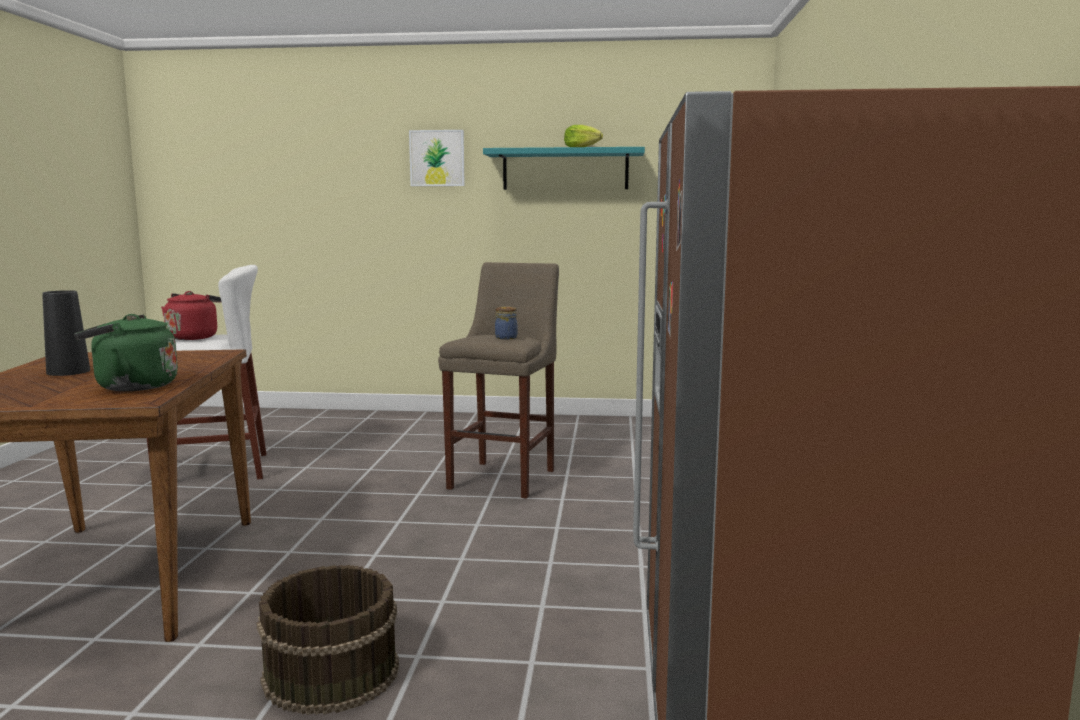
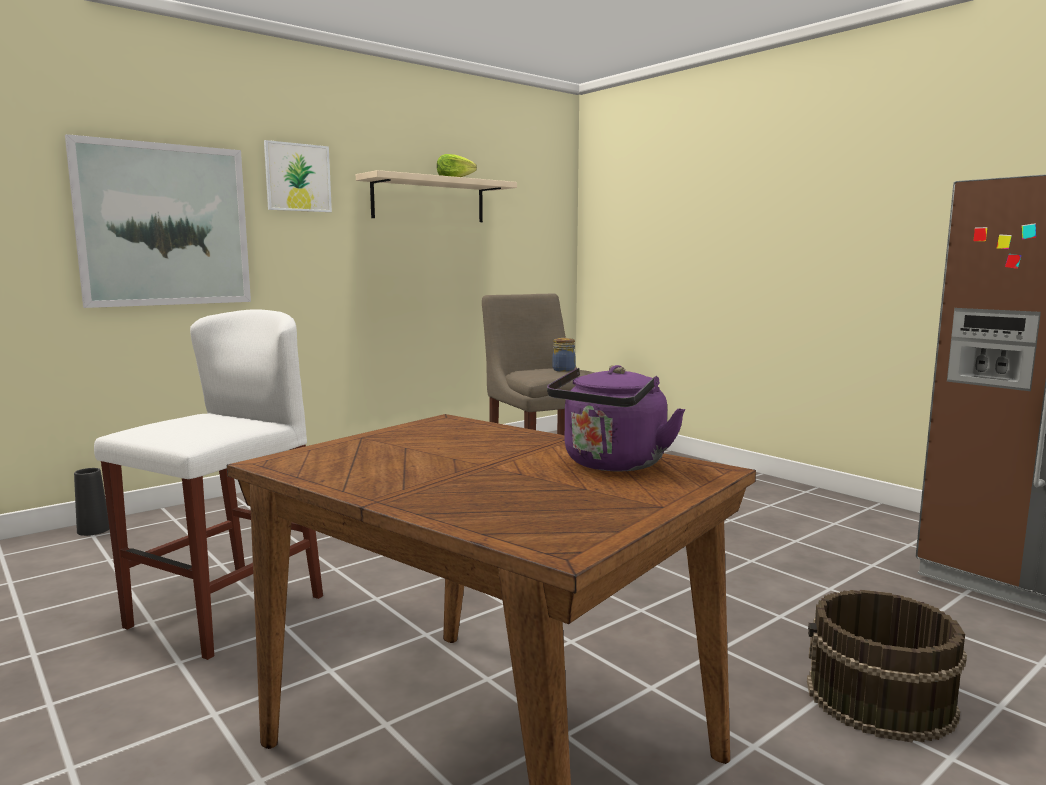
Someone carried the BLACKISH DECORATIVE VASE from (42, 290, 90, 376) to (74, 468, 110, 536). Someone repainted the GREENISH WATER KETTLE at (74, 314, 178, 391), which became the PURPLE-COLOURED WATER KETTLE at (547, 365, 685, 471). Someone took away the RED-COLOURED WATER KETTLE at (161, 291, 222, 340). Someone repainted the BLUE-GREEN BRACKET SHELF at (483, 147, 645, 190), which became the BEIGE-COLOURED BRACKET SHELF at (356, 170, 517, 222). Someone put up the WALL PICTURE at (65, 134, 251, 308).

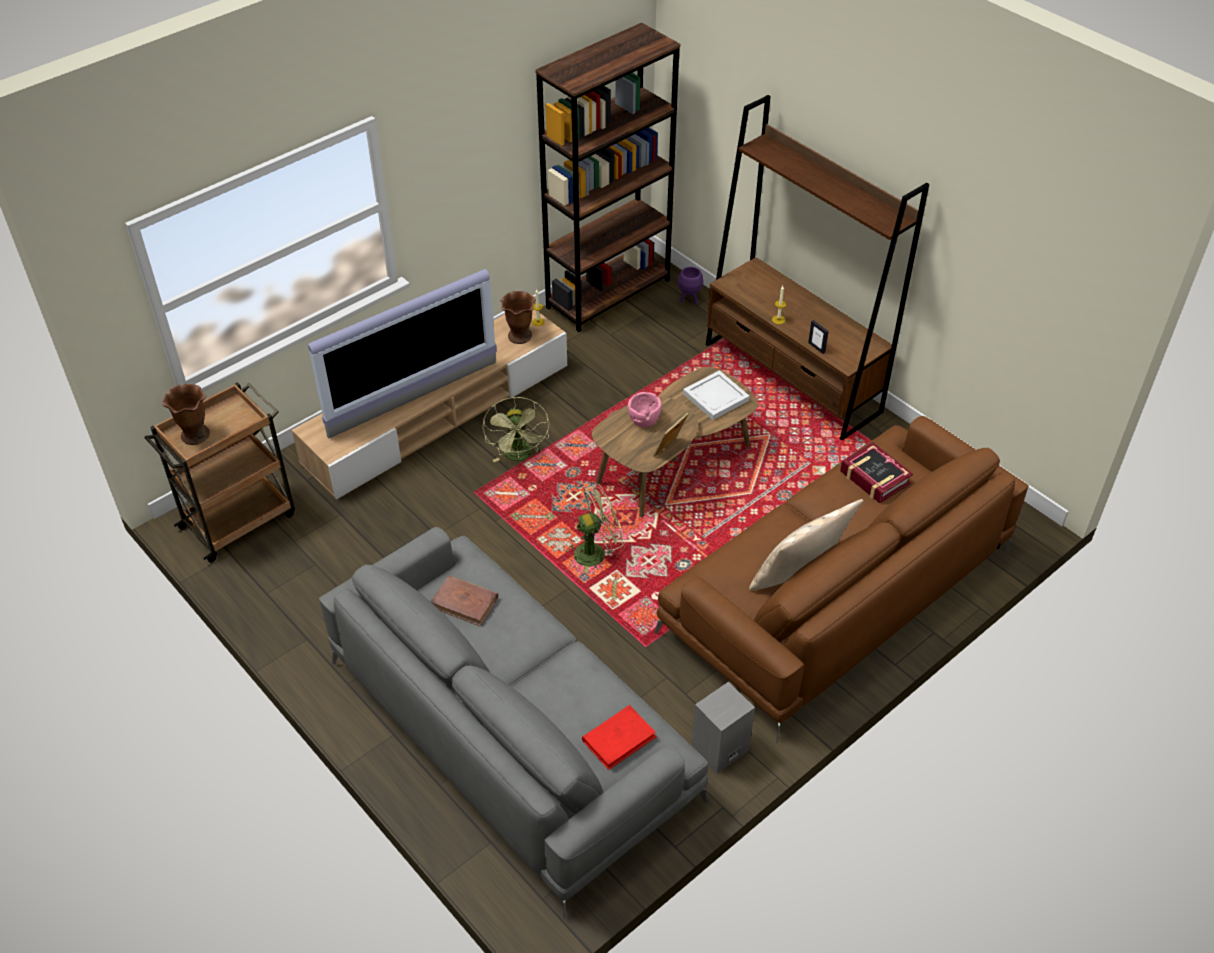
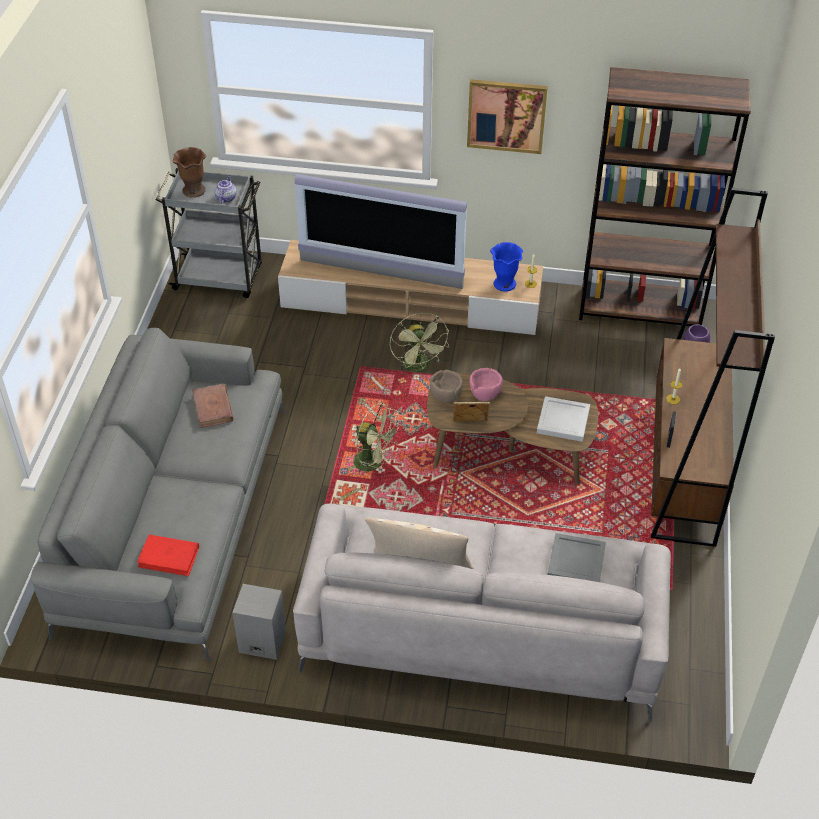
Someone repainted the BROWN CART at (144, 382, 295, 563), which became the GREY CART at (155, 168, 262, 298). Someone rotated the GREENISH ELECTRIC FAN at (483, 397, 549, 462) by 60 degrees counterclockwise. Someone repainted the BROWN DECORATIVE VASE at (500, 291, 536, 344), which became the BLUE DECORATIVE VASE at (490, 242, 523, 292). Someone repainted the BROWN SETTEE at (654, 416, 1029, 743), which became the GREY SETTEE at (293, 504, 671, 722). Someone swapped the BOUND BOOK at (840, 443, 913, 503) for the GREY TRAY at (548, 533, 606, 582). Someone put down the POT FOR TEA at (214, 175, 236, 203). Someone put down the BROWN SERVING BOWL at (429, 370, 463, 403). Someone put up the WALL PICTURE at (467, 79, 548, 154).

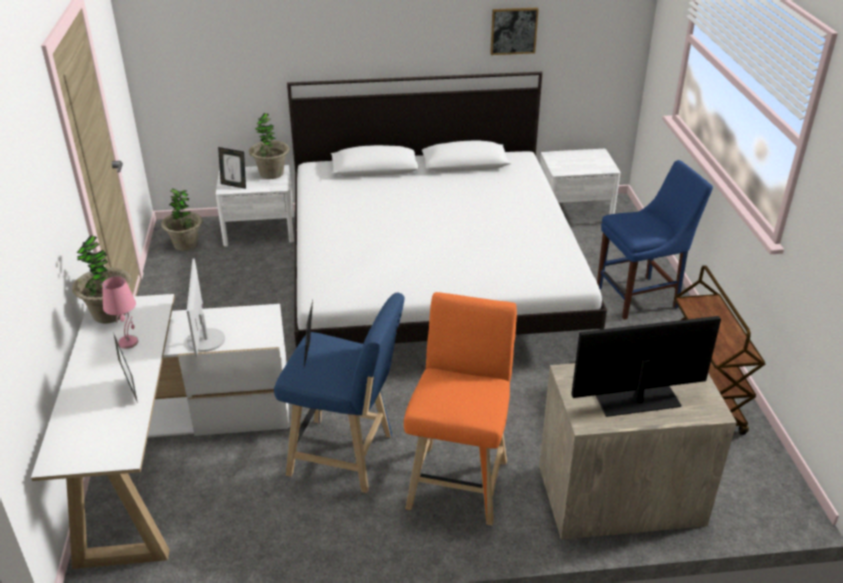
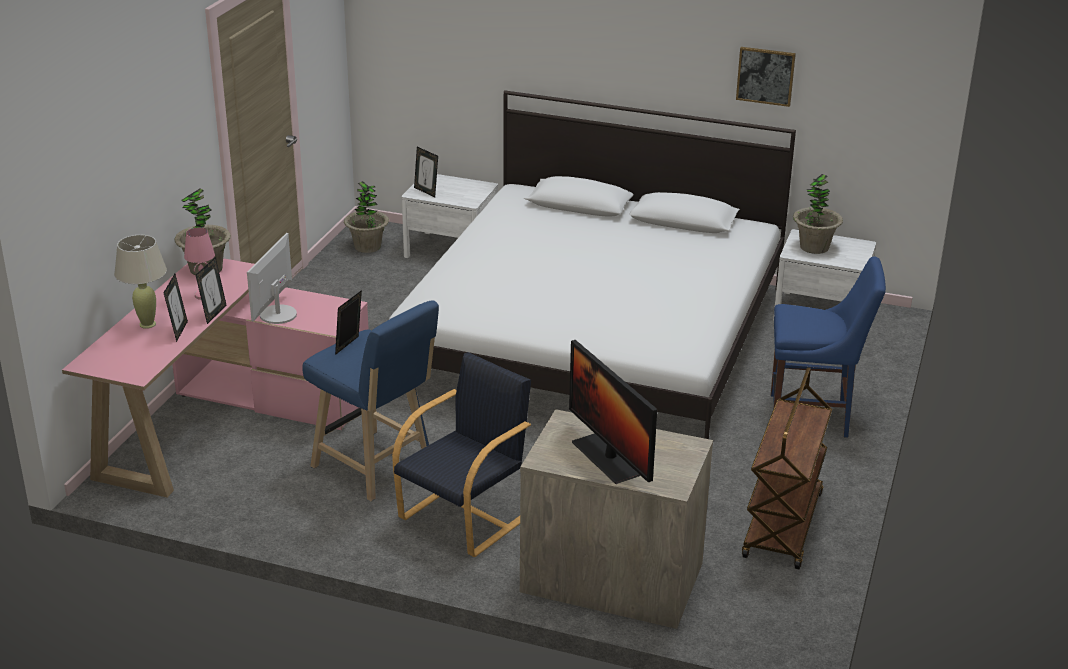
Someone repainted the WHITE-COLOURED DESK UNIT at (31, 294, 289, 569), which became the PINKISH DESK UNIT at (62, 258, 369, 498). Someone carried the PLANT IN A POT from (249, 113, 290, 179) to (793, 174, 843, 254). Someone swapped the ORANGE STOOL SEAT at (404, 292, 517, 525) for the BLACKISH EASY CHAIR at (392, 352, 531, 557). Someone rotated the COMPUTER DISPLAY at (571, 316, 721, 417) by 135 degrees counterclockwise. Someone put down the BEIGE-COLOURED TABLETOP LAMP at (114, 235, 167, 329). Someone put down the PICTURE FRAME at (196, 257, 227, 324).

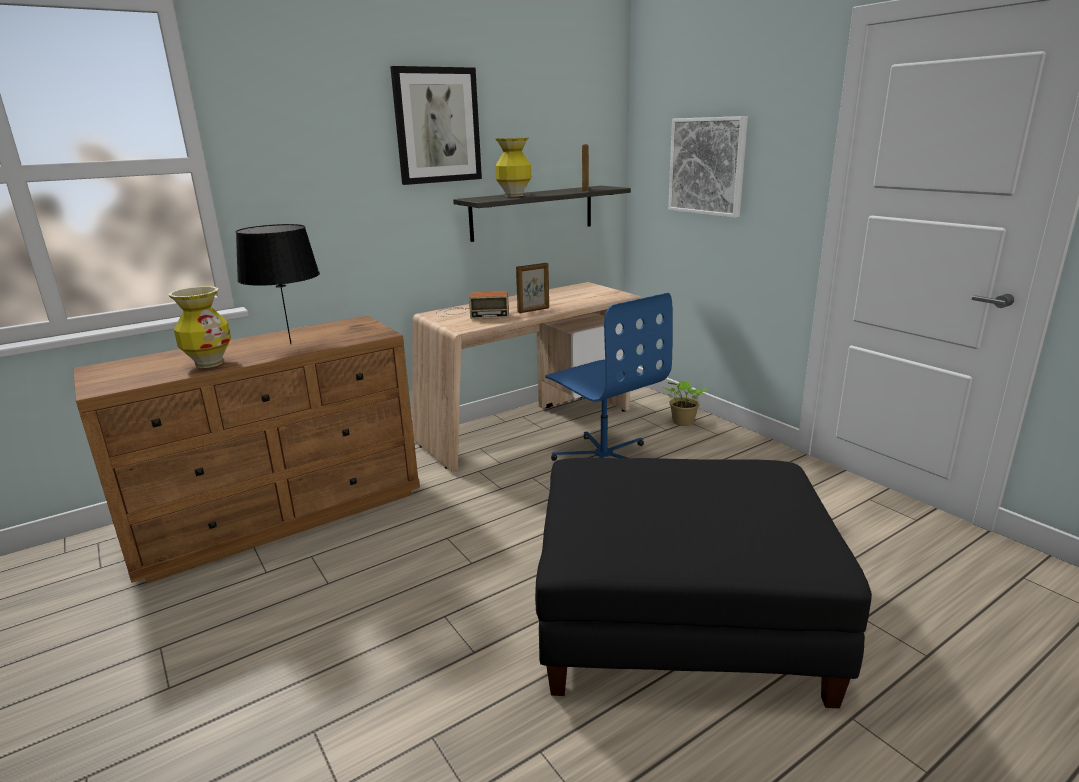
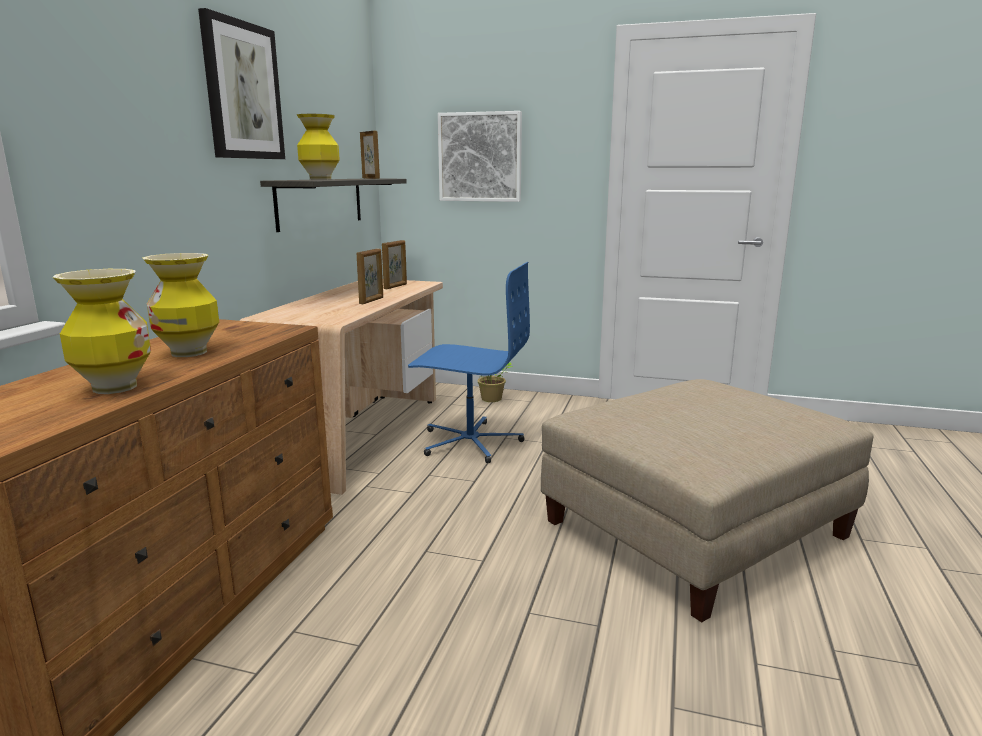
Someone swapped the BLACKISH TABLETOP LAMP at (236, 224, 320, 344) for the DECORATIVE VASE at (142, 253, 219, 357). Someone took away the RADIO at (436, 291, 509, 319). Someone repainted the BLACKISH FOOTREST at (535, 458, 872, 708), which became the BEIGE-COLOURED FOOTREST at (541, 379, 873, 622). Someone put down the PICTURE FRAME at (382, 240, 407, 289).

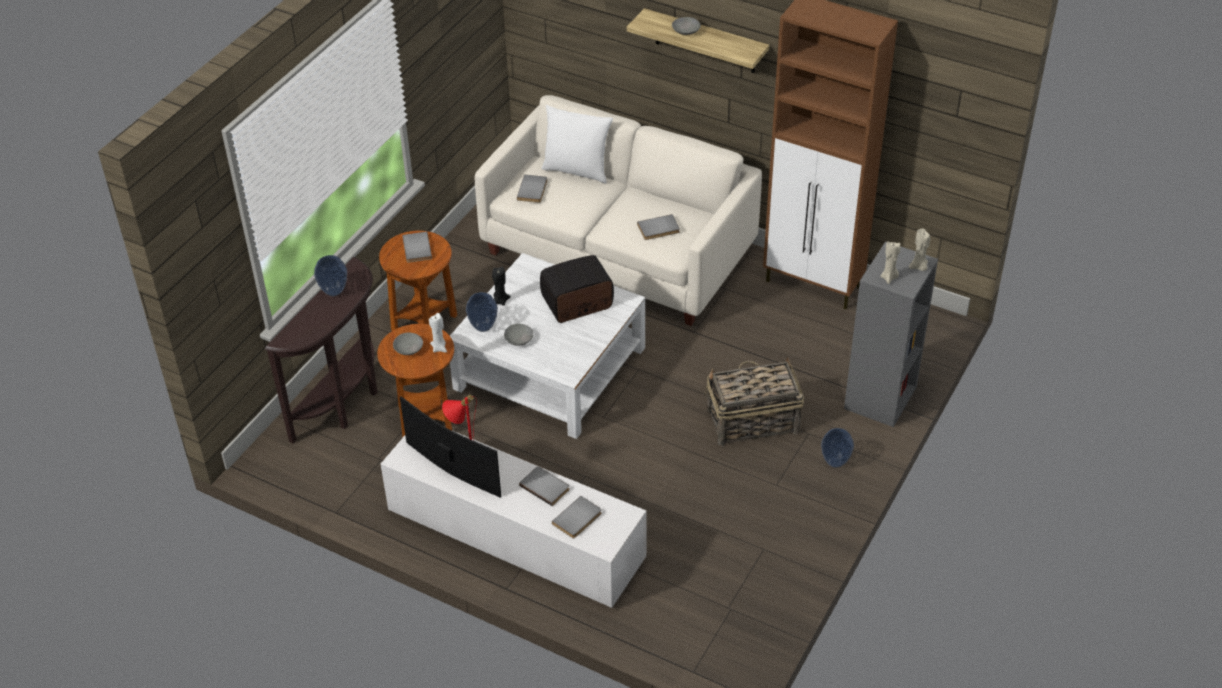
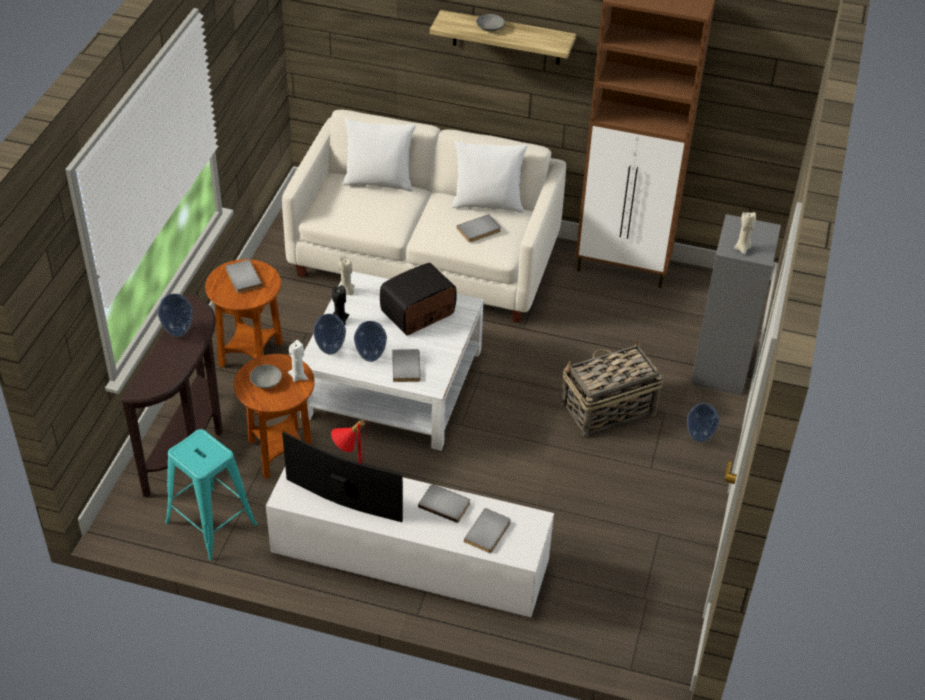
Someone swapped the GREY SERVING BOWL at (504, 324, 533, 346) for the DECORATIVE VASE at (354, 321, 387, 362). Someone carried the GREY BOUND BOOK from (517, 175, 547, 203) to (392, 349, 421, 382). Someone carried the BEIGE-COLOURED WAX CANDLE from (909, 228, 930, 271) to (339, 256, 355, 295). Someone put down the BLUE-GREEN STOOL SEAT at (165, 429, 257, 560). Someone put down the WHITE-COLOURED PILLOW at (452, 141, 527, 213).

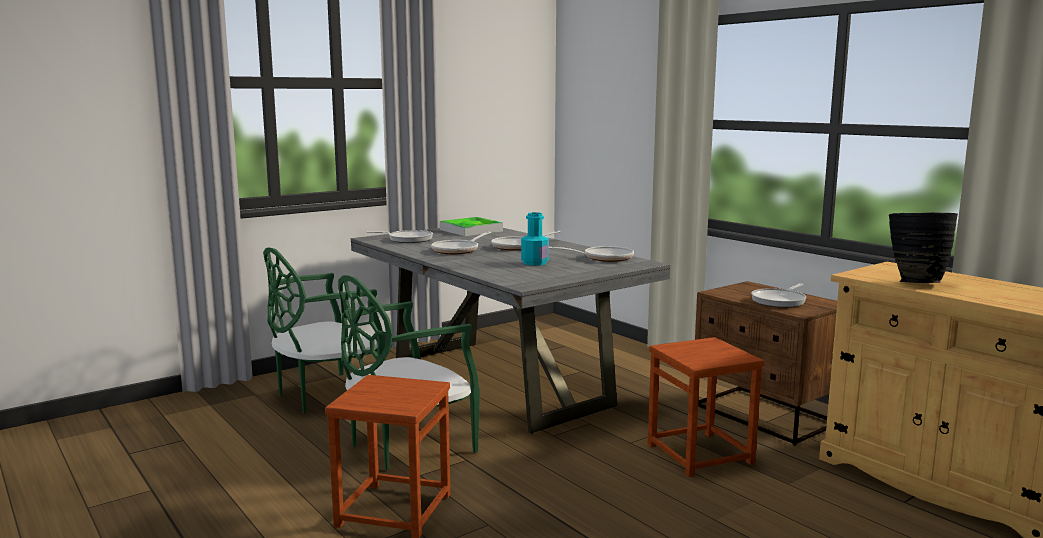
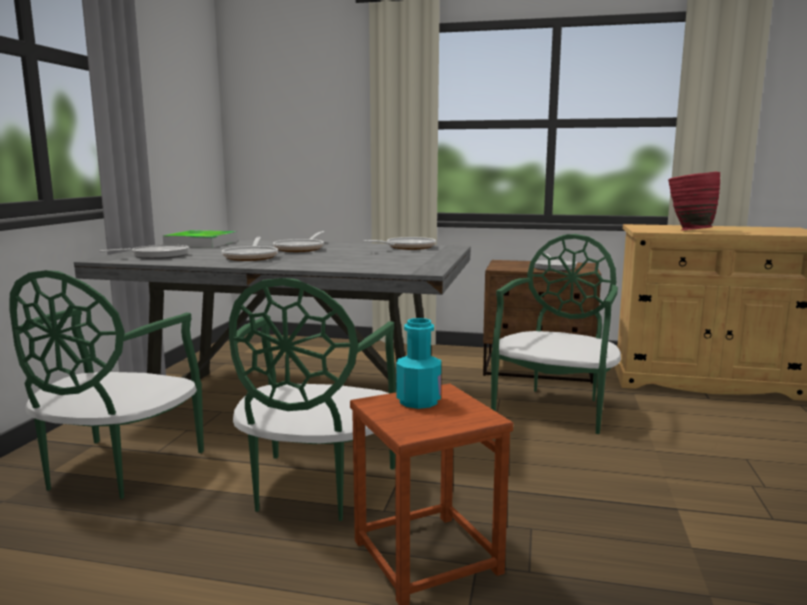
Someone carried the BLUE-GREEN DRINK BOTTLE from (521, 212, 549, 266) to (396, 318, 441, 409). Someone swapped the BROWN STOOL SEAT at (648, 337, 764, 477) for the GREENISH CHAIR at (491, 234, 621, 434). Someone repainted the BLACKISH DECORATIVE VASE at (889, 212, 958, 283), which became the RED-COLOURED DECORATIVE VASE at (668, 172, 720, 230).

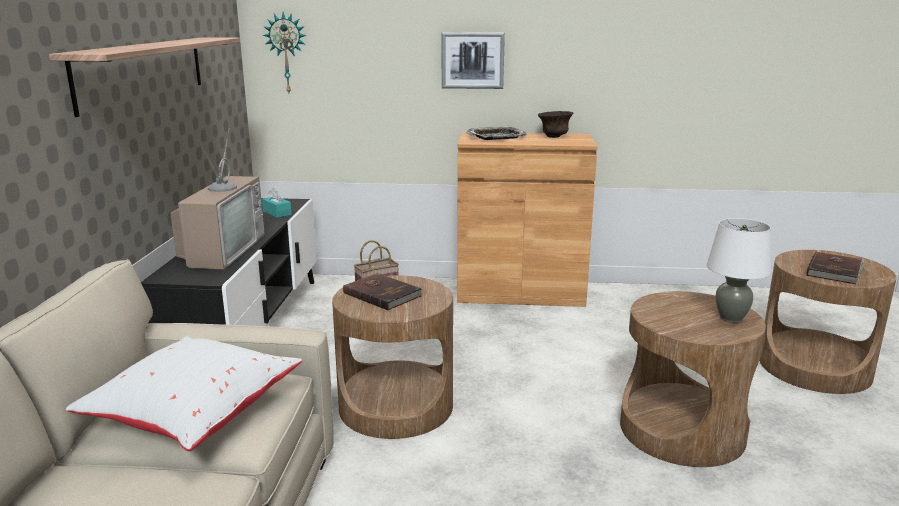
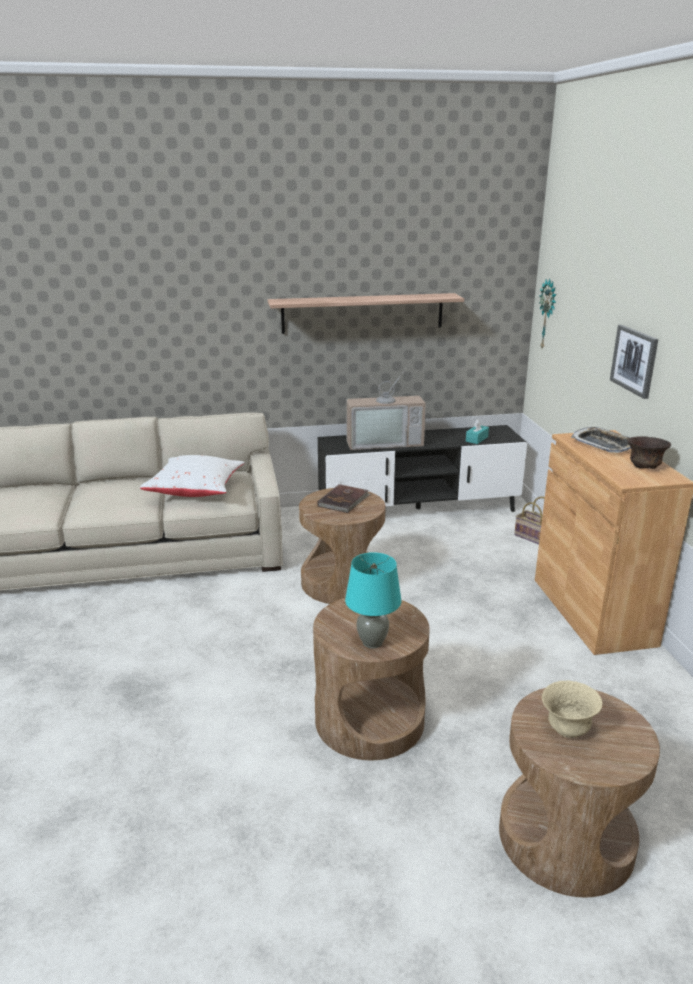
Someone repainted the WHITE-COLOURED TABLETOP LAMP at (707, 218, 771, 323), which became the BLUE-GREEN TABLETOP LAMP at (345, 552, 401, 649). Someone swapped the BROWN BOUND BOOK at (807, 252, 865, 284) for the BEIGE-COLOURED SERVING BOWL at (542, 680, 602, 738).

